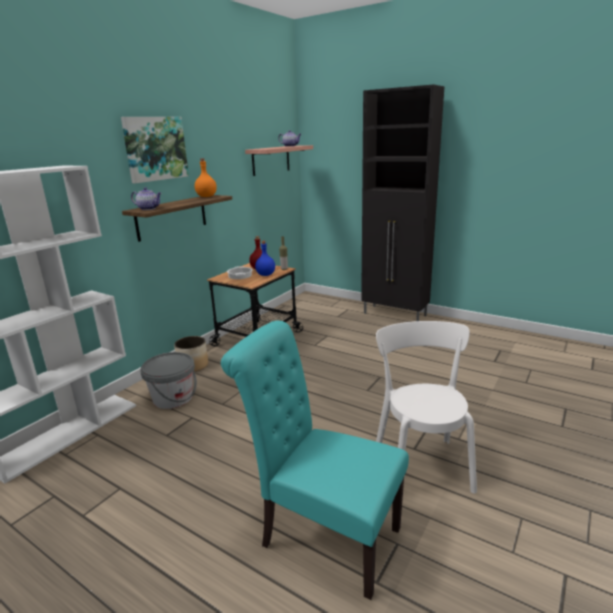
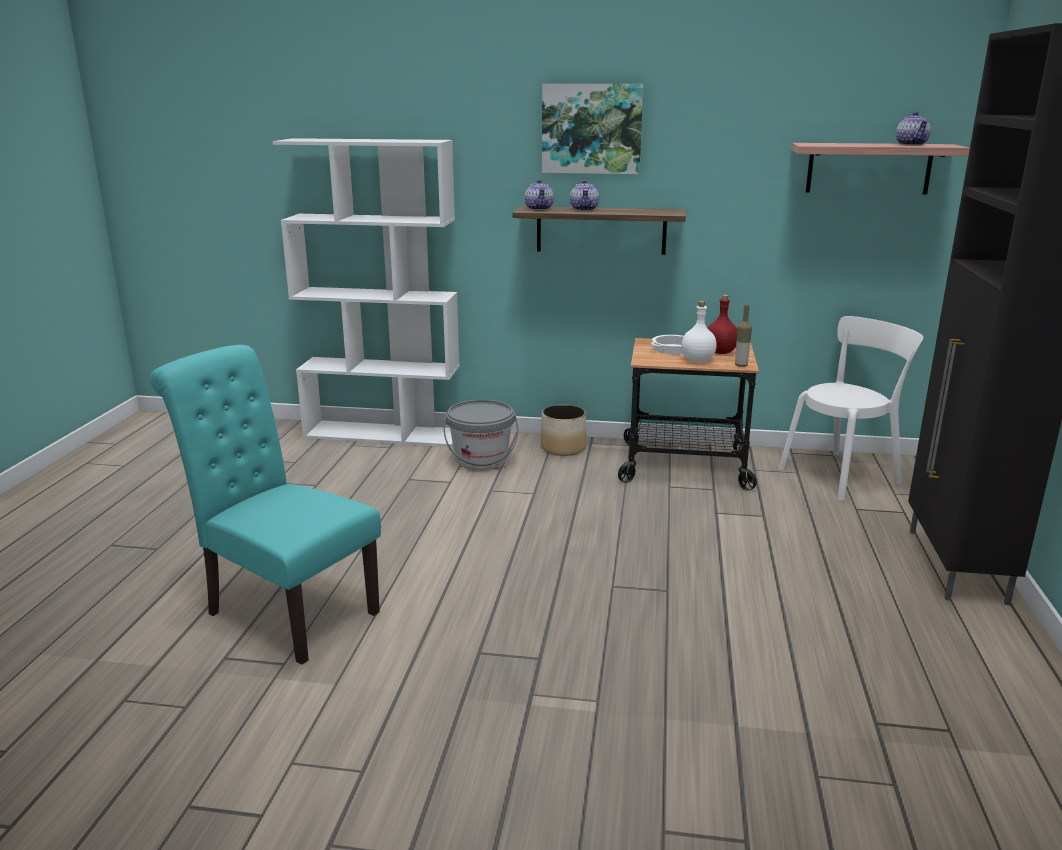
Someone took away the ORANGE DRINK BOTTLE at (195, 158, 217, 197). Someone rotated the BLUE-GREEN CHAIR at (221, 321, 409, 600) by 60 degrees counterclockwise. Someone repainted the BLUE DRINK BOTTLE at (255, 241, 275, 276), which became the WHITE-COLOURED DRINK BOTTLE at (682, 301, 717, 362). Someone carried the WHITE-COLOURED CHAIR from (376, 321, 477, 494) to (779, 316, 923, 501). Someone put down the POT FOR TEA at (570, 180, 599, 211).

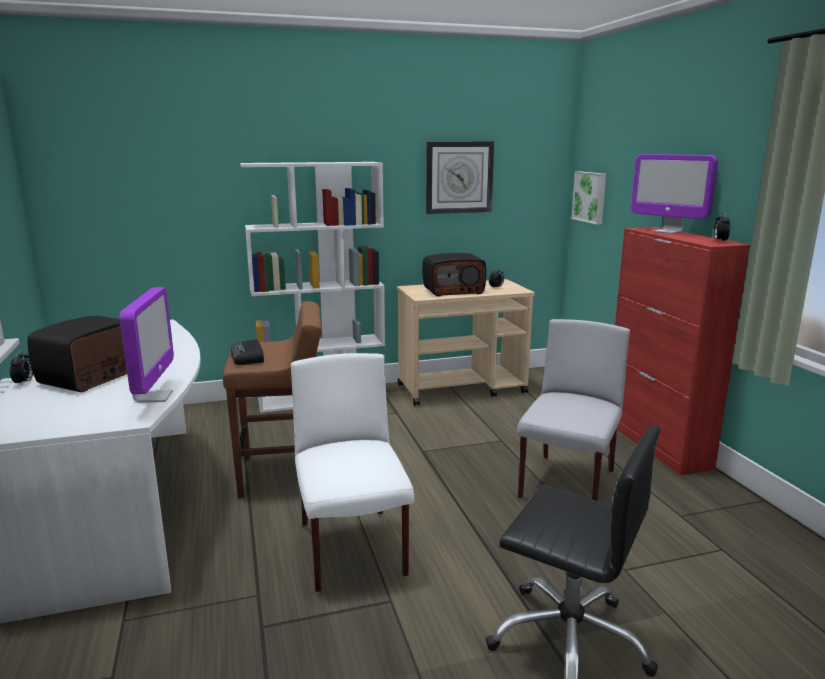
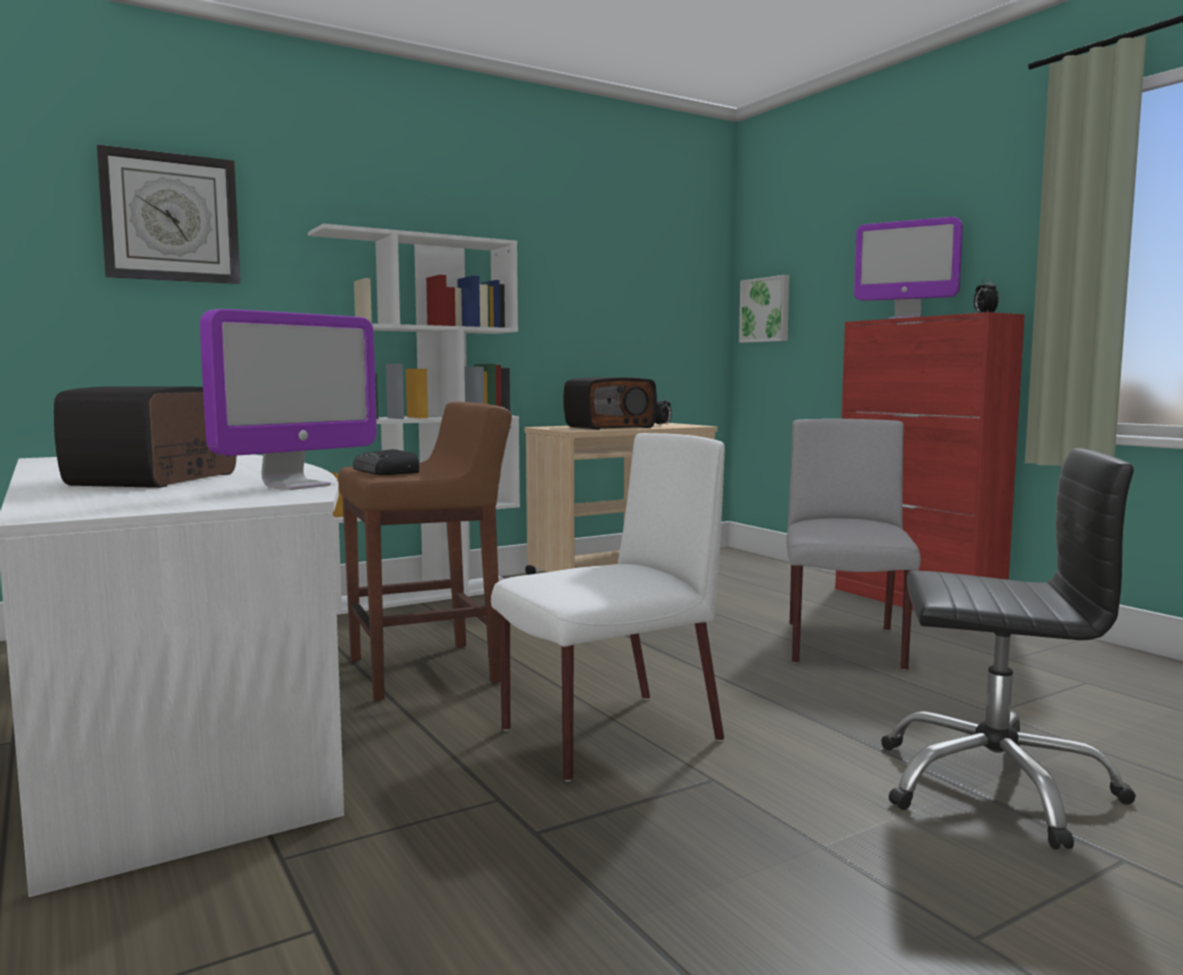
Someone took away the ALARM CLOCK at (10, 350, 33, 385). Someone rotated the COMPUTER DISPLAY at (120, 287, 174, 403) by 60 degrees clockwise. Someone rotated the WHITE-COLOURED CHAIR at (291, 353, 414, 592) by 90 degrees clockwise. Someone carried the HANGING CLOCK from (426, 142, 494, 214) to (97, 144, 240, 284).

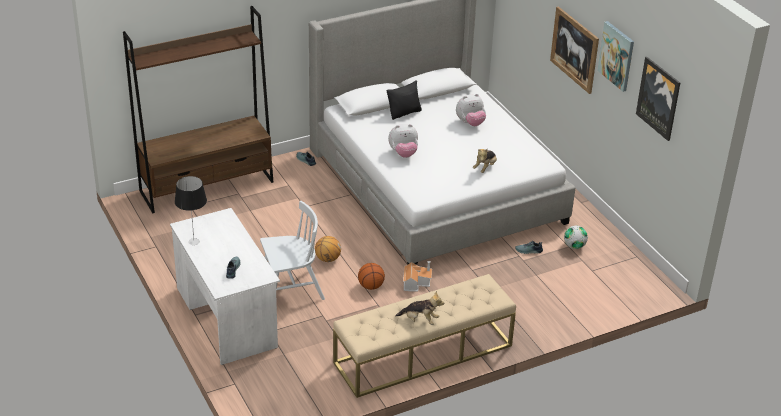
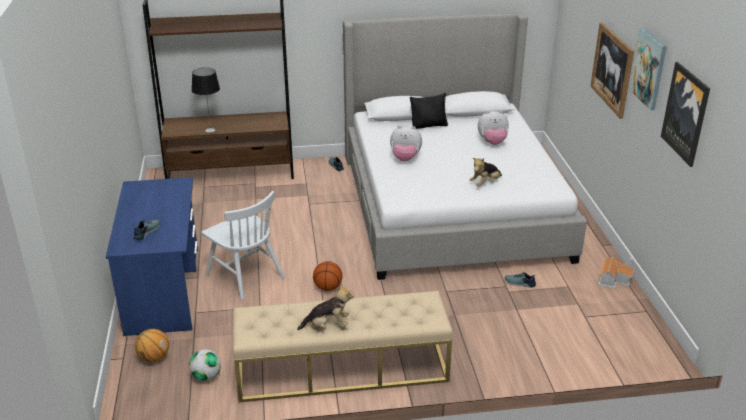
Someone repainted the WHITE-COLOURED DESK UNIT at (170, 208, 280, 365), which became the BLUE DESK UNIT at (106, 177, 198, 336). Someone carried the TABLETOP LAMP from (175, 176, 207, 245) to (192, 67, 220, 133). Someone rotated the WHITE-COLOURED CHAIR at (260, 201, 325, 300) by 45 degrees clockwise. Someone carried the BALL FOR BASKETBALL from (315, 236, 341, 262) to (135, 329, 169, 362). Someone rotated the PLUSH TOY at (395, 291, 444, 325) by 45 degrees counterclockwise. Someone carried the MODEL HOUSE from (403, 261, 432, 292) to (599, 257, 634, 289). Someone carried the FOOTBALL from (564, 226, 588, 249) to (189, 349, 221, 381).

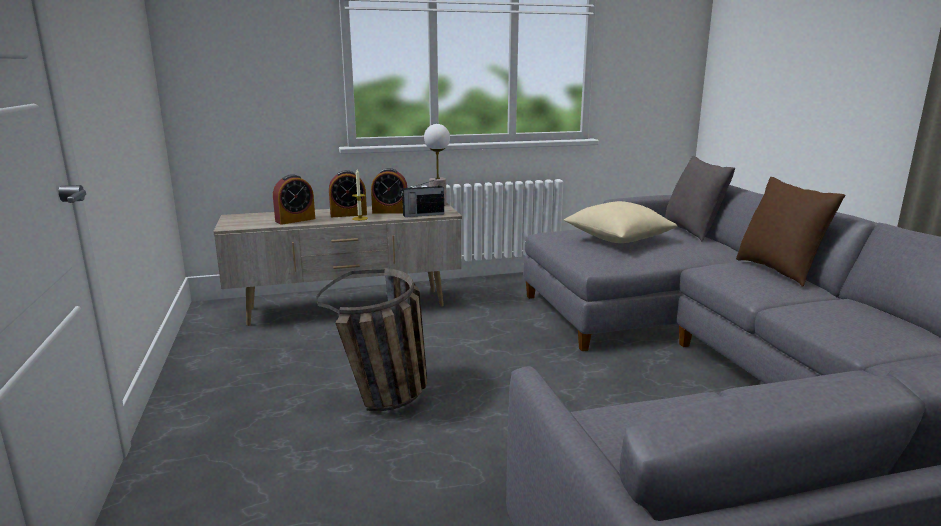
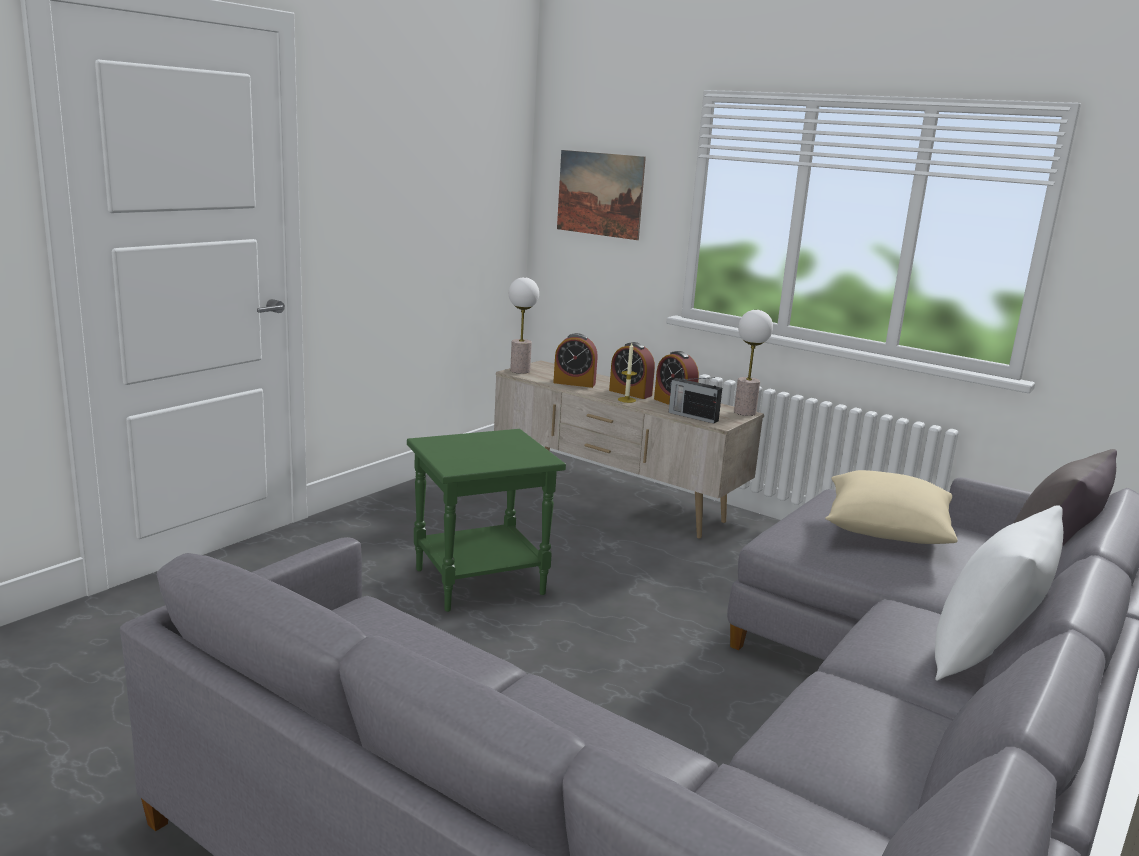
Someone swapped the STORAGE BASKET at (316, 268, 427, 411) for the GREENISH END TABLE at (407, 429, 566, 612). Someone repainted the BROWN PILLOW at (736, 177, 846, 287), which became the WHITE-COLOURED PILLOW at (935, 505, 1063, 681). Someone put down the TABLETOP LAMP at (509, 277, 539, 374). Someone put up the WALL PICTURE at (557, 150, 646, 240).

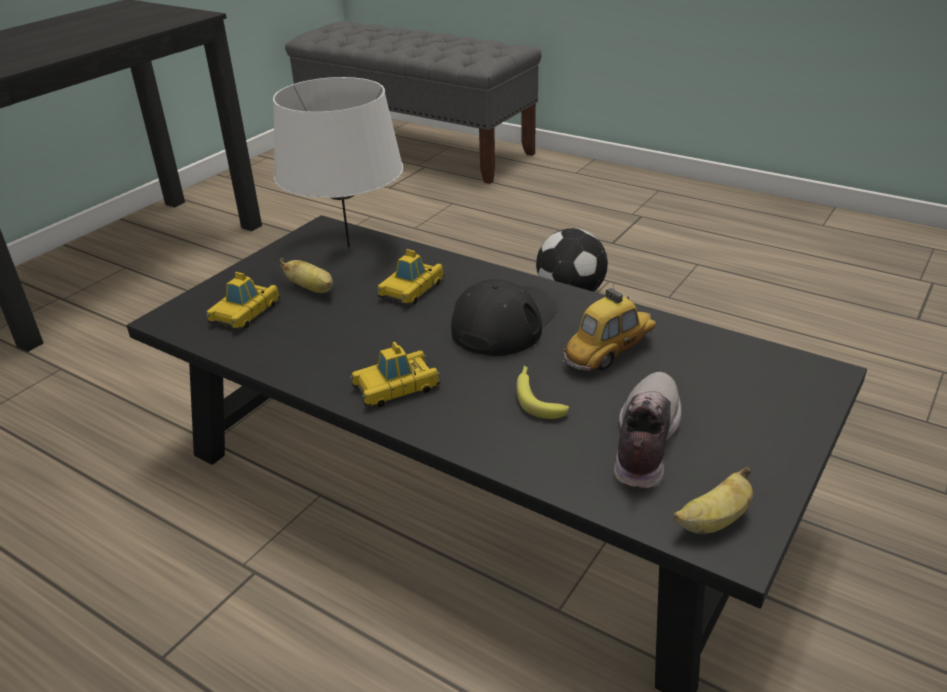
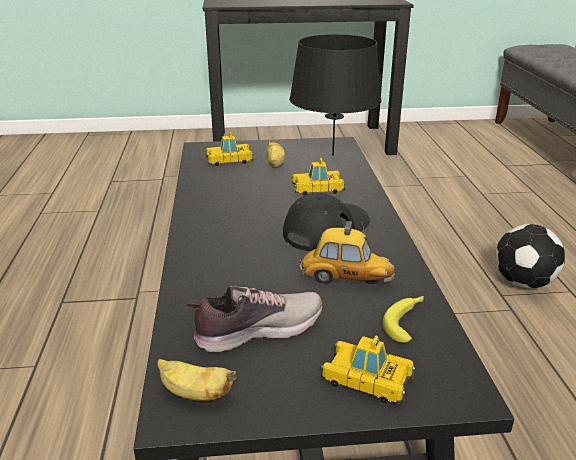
Someone repainted the WHITE-COLOURED TABLETOP LAMP at (273, 77, 403, 248), which became the BLACKISH TABLETOP LAMP at (289, 34, 382, 156). Someone carried the MODEL CAR from (350, 342, 440, 407) to (321, 335, 415, 404). Someone rotated the BLACKISH PEAKED CAP at (451, 279, 558, 356) by 45 degrees counterclockwise. Someone carried the BANANA FRUIT from (516, 366, 569, 419) to (382, 296, 424, 343).

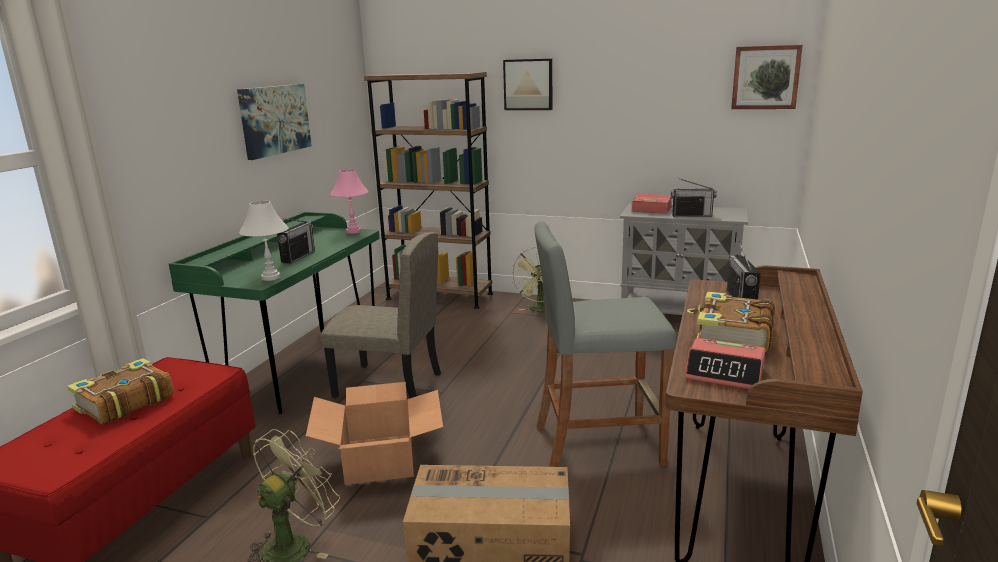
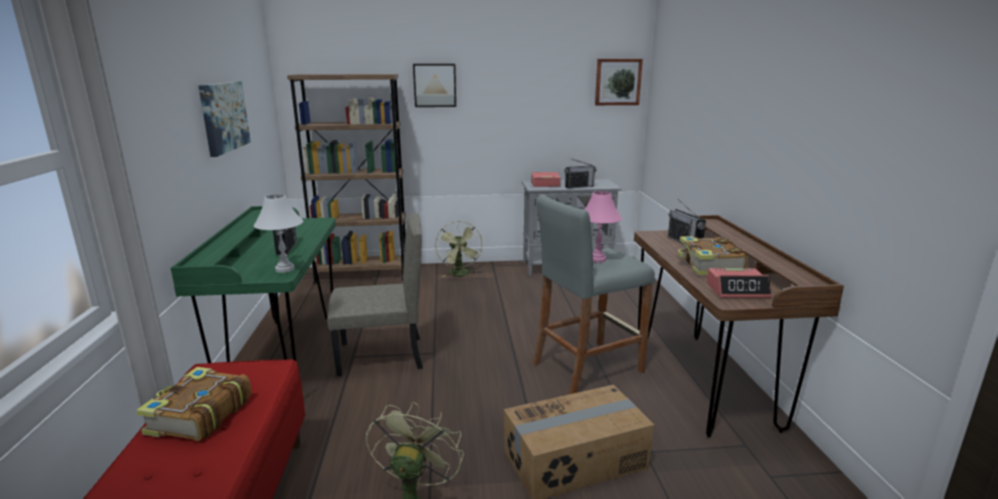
Someone took away the CARTON at (306, 382, 443, 485). Someone carried the PINKISH TABLETOP LAMP from (330, 169, 369, 234) to (584, 191, 622, 263).

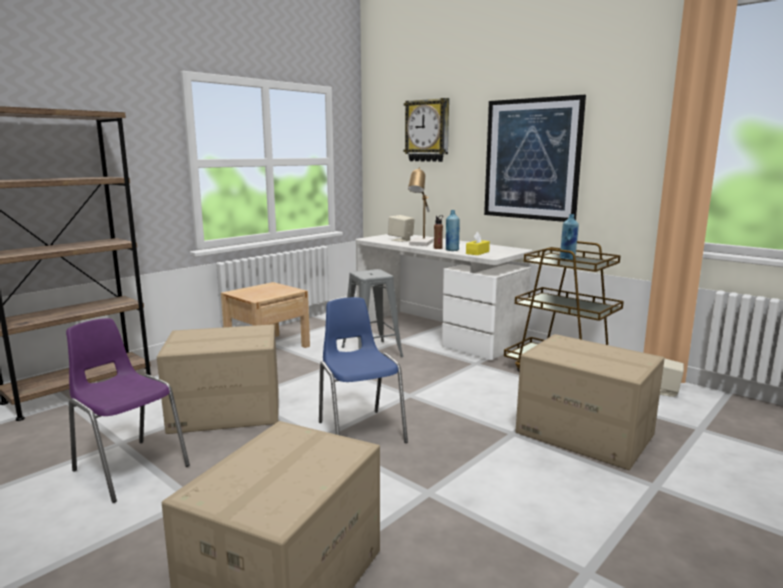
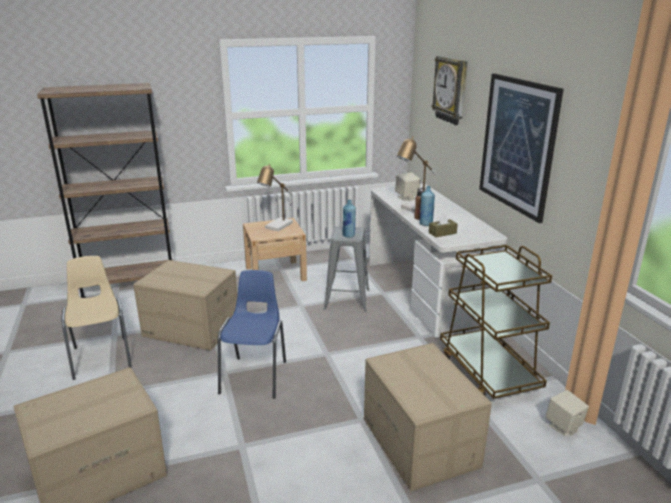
Someone repainted the PURPLE-COLOURED CHAIR at (66, 318, 190, 503), which became the BEIGE-COLOURED CHAIR at (61, 256, 132, 380). Someone repainted the YELLOWISH TISSUE HOLDER at (466, 231, 490, 255), which became the BROWN TISSUE HOLDER at (429, 213, 458, 237). Someone carried the BLUE DRINK BOTTLE from (560, 214, 579, 260) to (342, 200, 356, 238). Someone put down the TABLETOP LAMP at (257, 163, 293, 231).

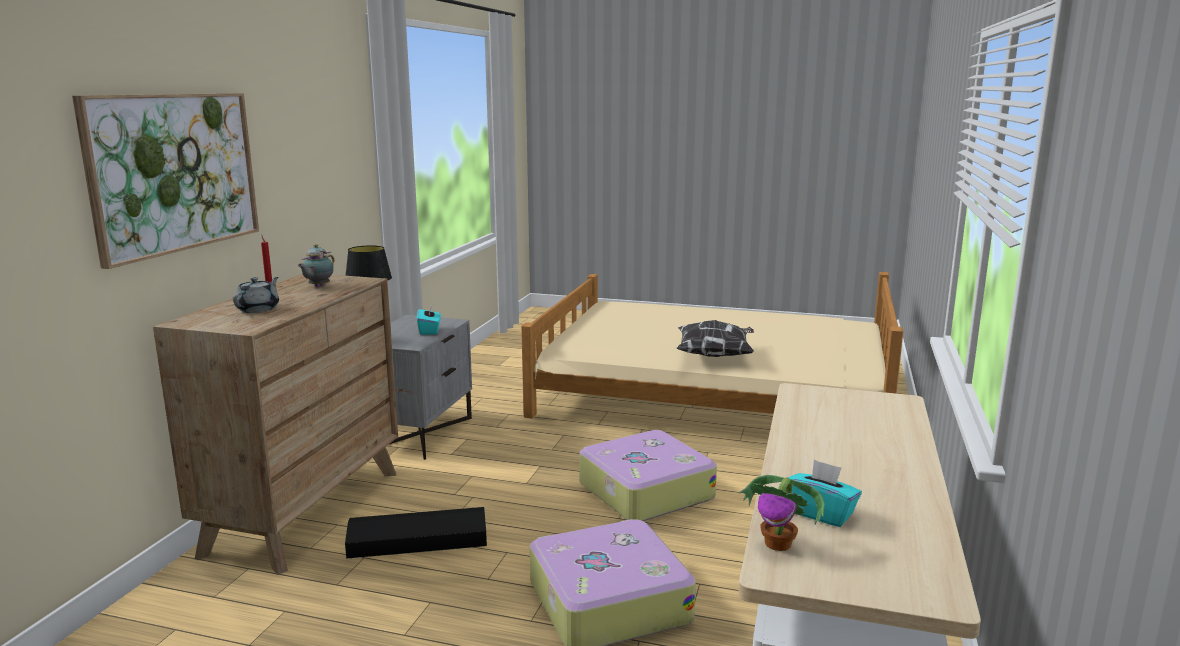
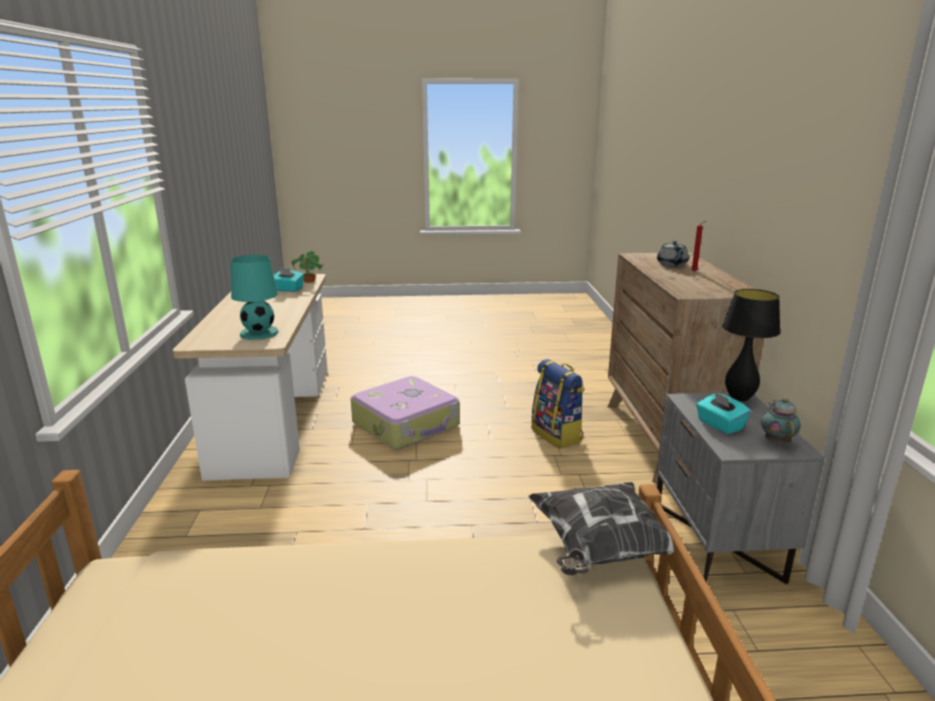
Someone took away the WALL PICTURE at (72, 93, 259, 269). Someone carried the POT FOR TEA from (297, 244, 334, 287) to (761, 398, 801, 445). Someone swapped the BLACKISH STORAGE BIN at (345, 507, 487, 559) for the BACKPACK at (531, 359, 585, 449). Someone took away the PIECE OF LUGGAGE at (579, 430, 717, 521). Someone carried the PILLOW from (677, 320, 754, 357) to (528, 482, 690, 576). Someone put down the BLUE-GREEN TABLETOP LAMP at (231, 255, 279, 340).

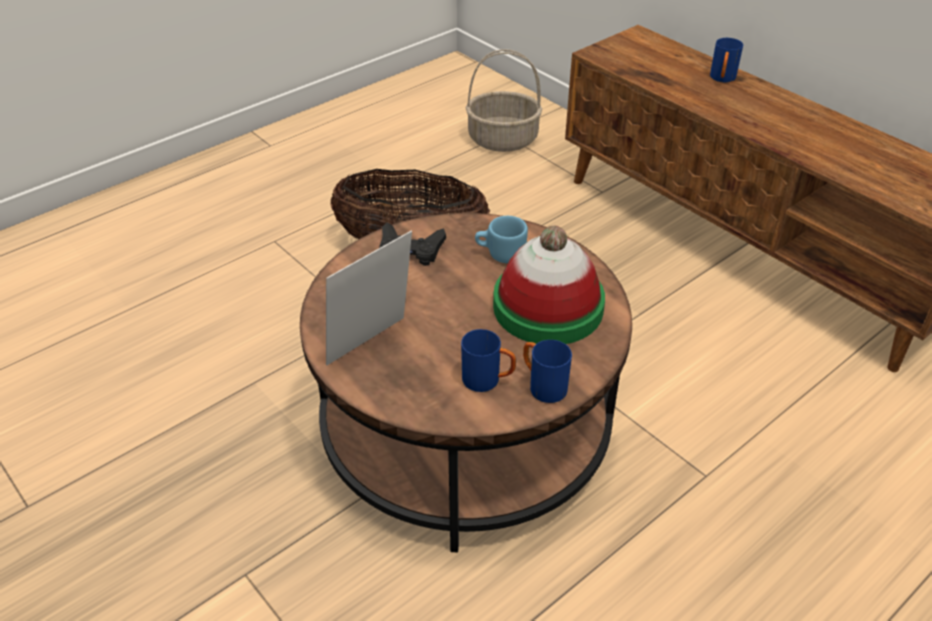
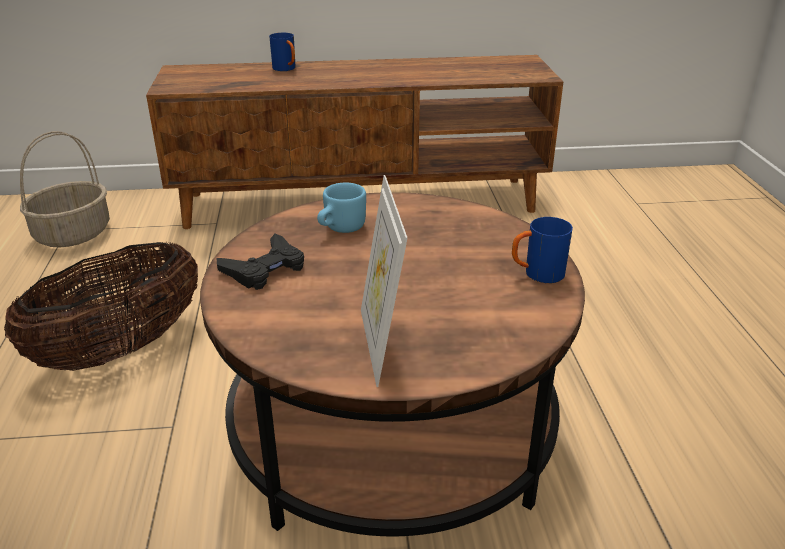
Someone took away the BLUE MUG at (461, 329, 516, 392). Someone took away the CLOTHING HAT at (493, 226, 605, 344).

